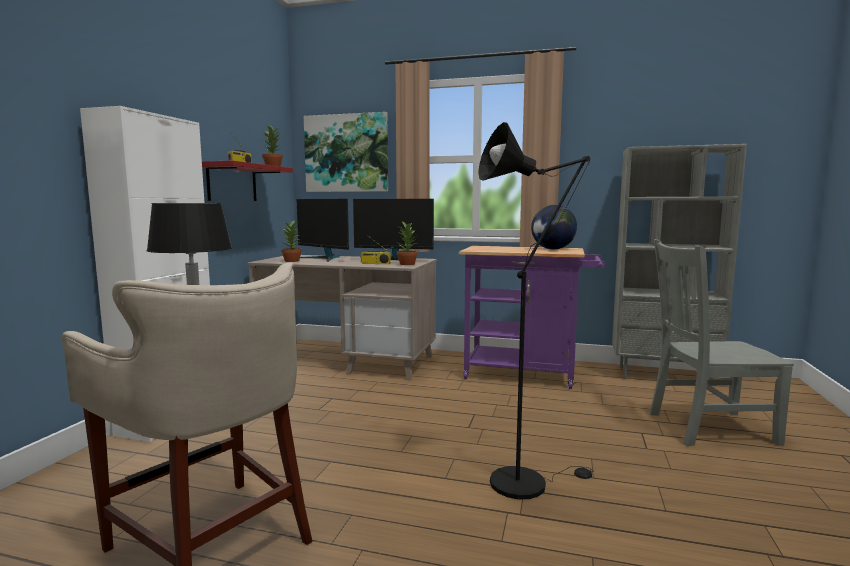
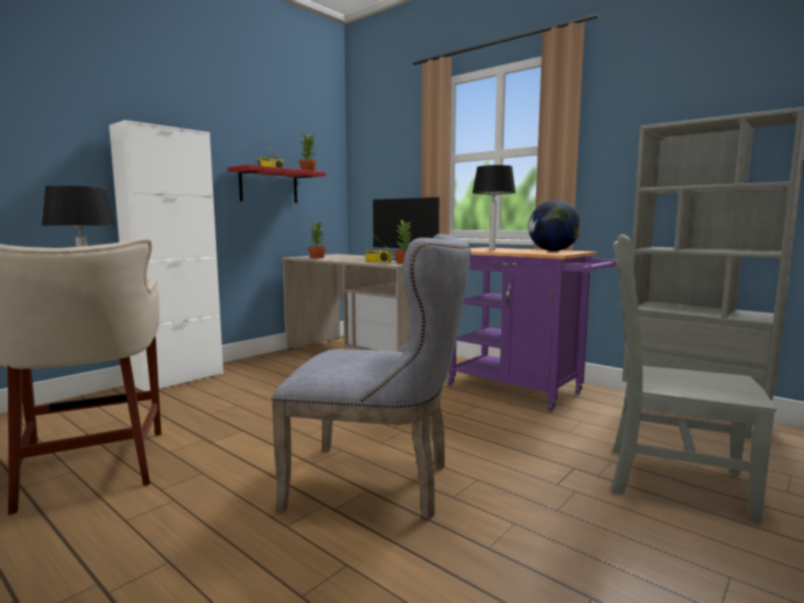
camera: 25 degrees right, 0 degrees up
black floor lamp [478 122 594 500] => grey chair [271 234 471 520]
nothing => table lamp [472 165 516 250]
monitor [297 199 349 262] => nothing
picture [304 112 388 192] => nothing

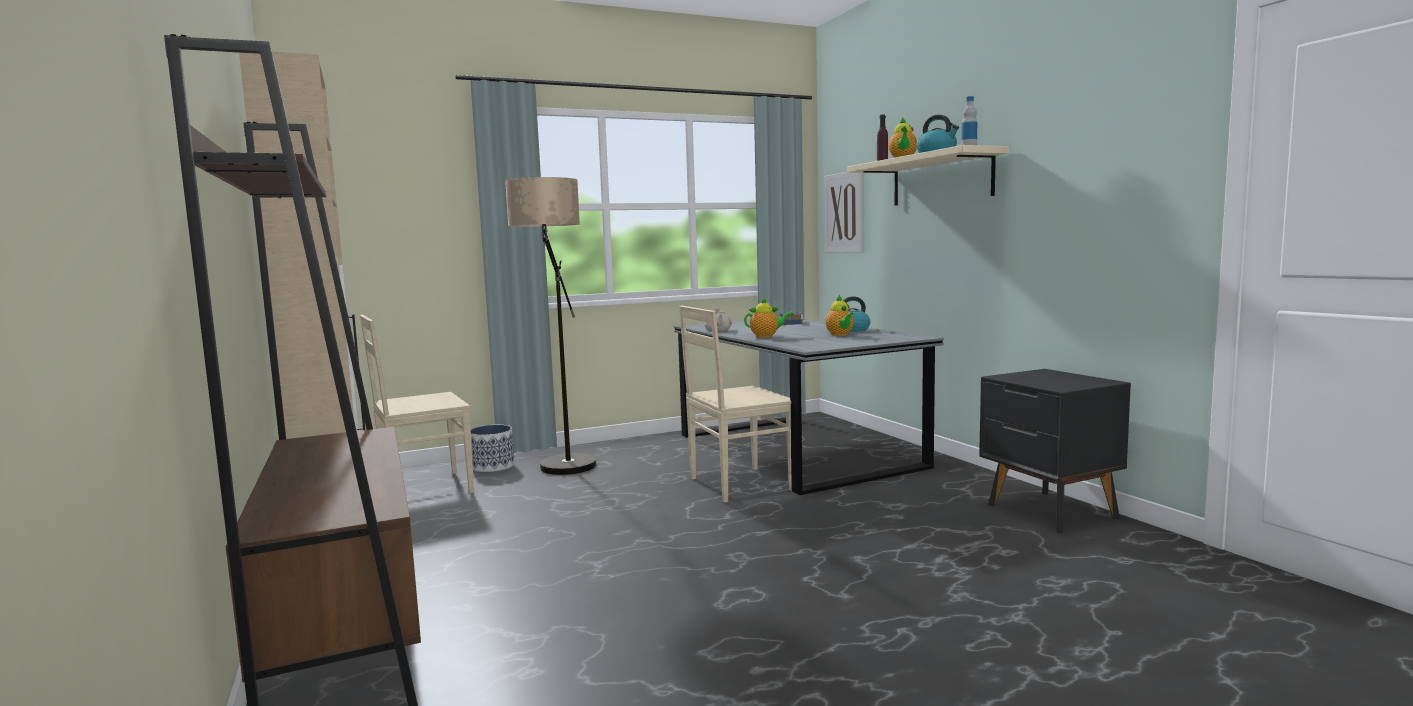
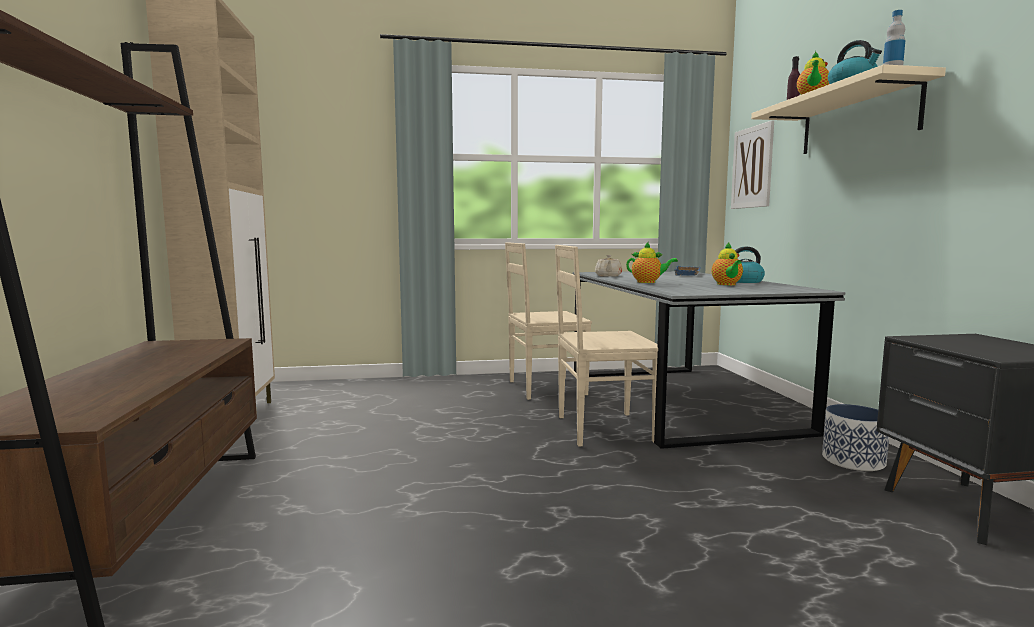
camera: 15 degrees right, 0 degrees up
beige chair [360 315 474 493] => beige chair [505 242 592 400], shifted
planter [471 425 514 472] => planter [822 404 889 471], shifted
floor lamp [505 177 596 475] => nothing

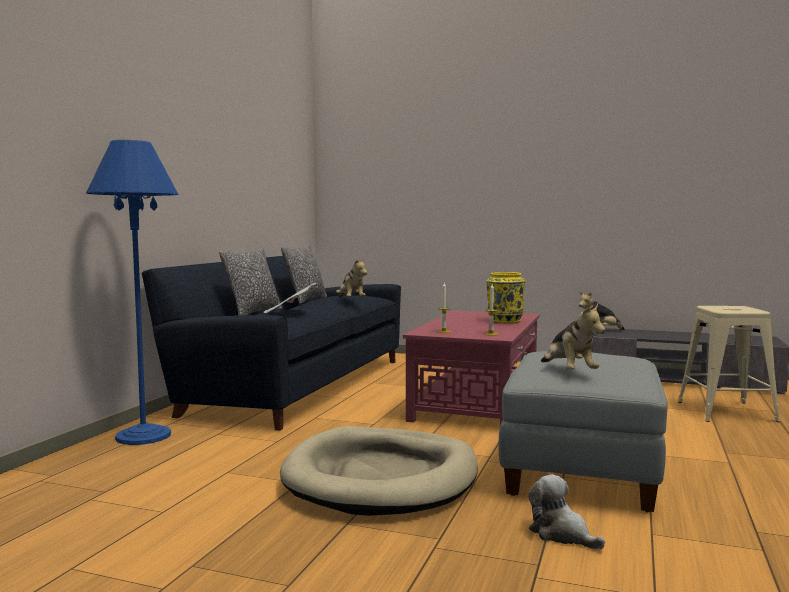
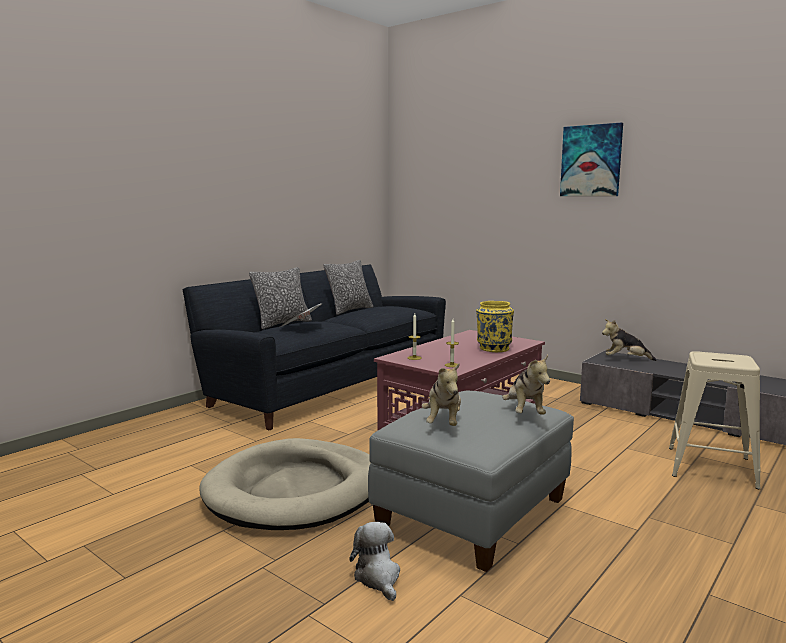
camera: 20 degrees right, 5 degrees up
plush toy [336 258 367 298] => plush toy [502 355 550 415], shifted
nothing => picture [560 122 623 196]
blue floor lamp [86 140 179 445] => nothing

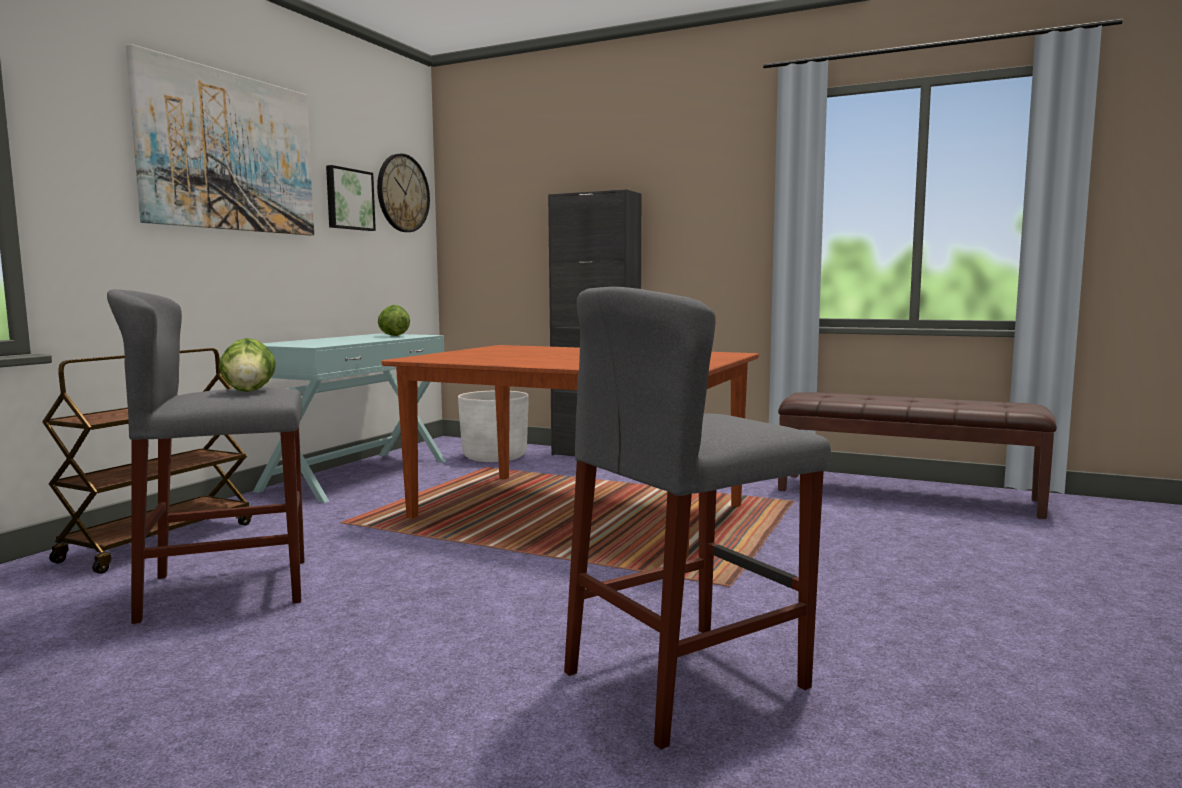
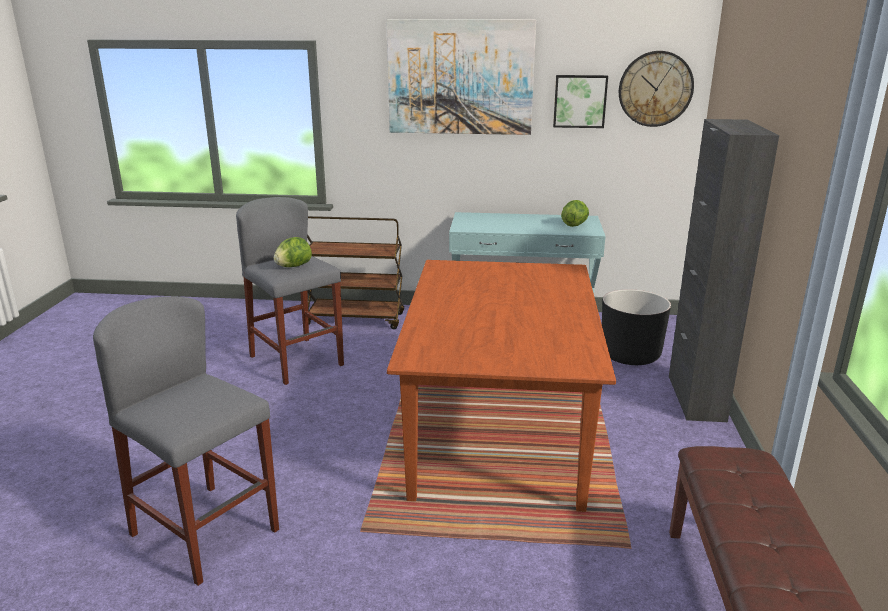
camera: 70 degrees right, 15 degrees up
white planter [458 391 529 462] => black planter [602 289 671 365]

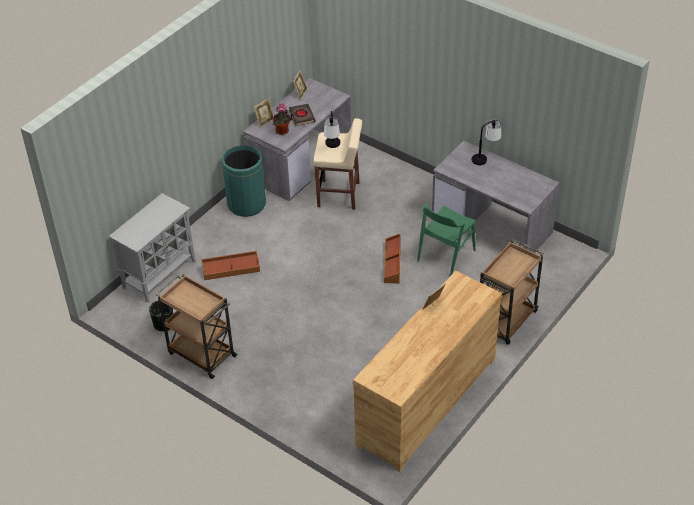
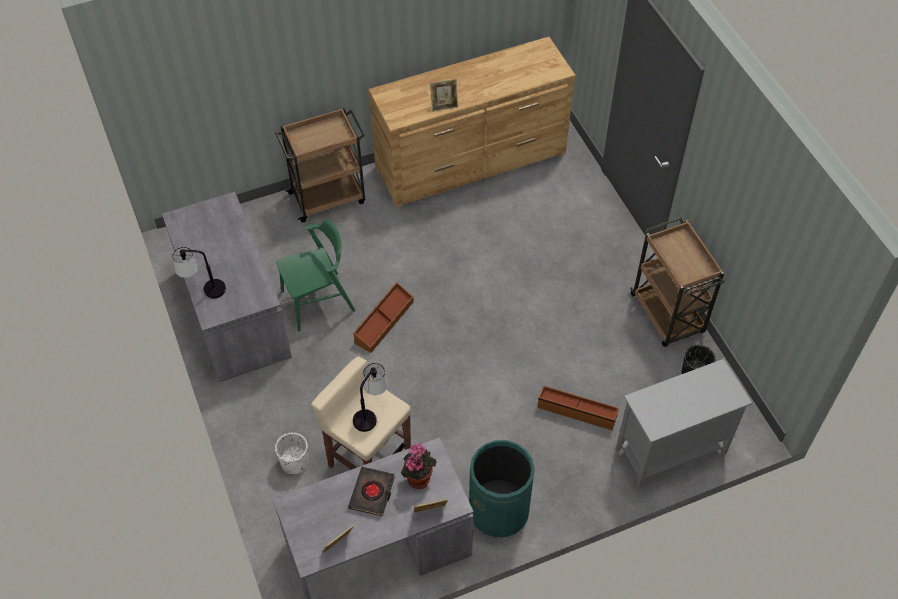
camera: 150 degrees left, 10 degrees up
nothing => white planter [275 433 309 475]

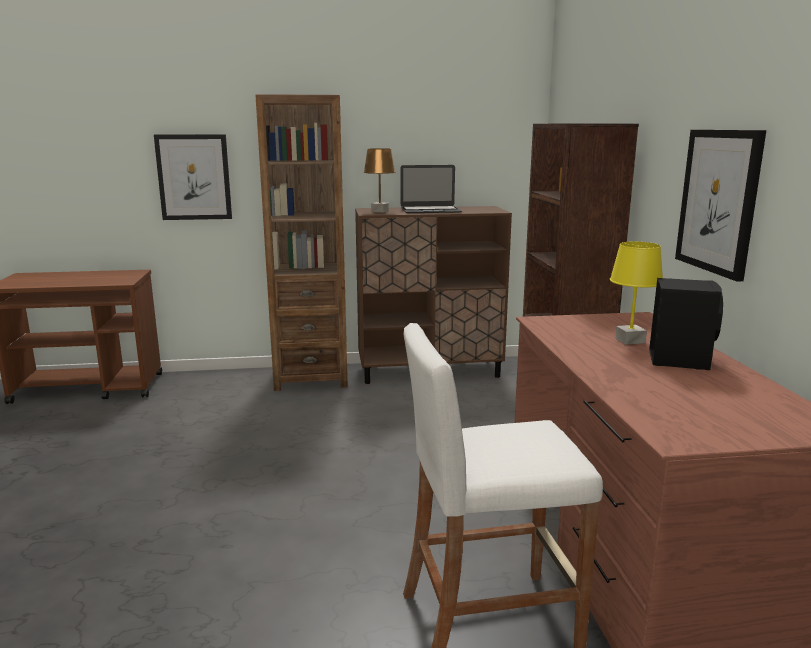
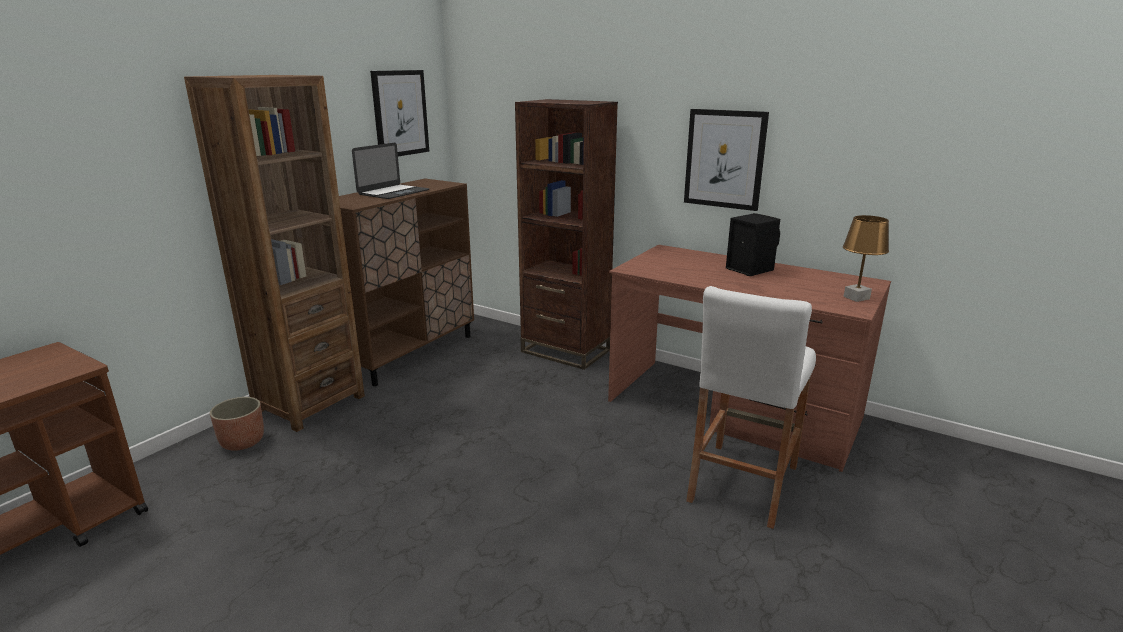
camera: 50 degrees left, 5 degrees up
nothing => planter [210 397 264 451]
picture [154 134 232 220] => picture [370 70 429 156], shifted
brown table lamp [364 148 395 213] => brown table lamp [843 215 889 302], shifted
yellow table lamp [610 242 663 345] => nothing

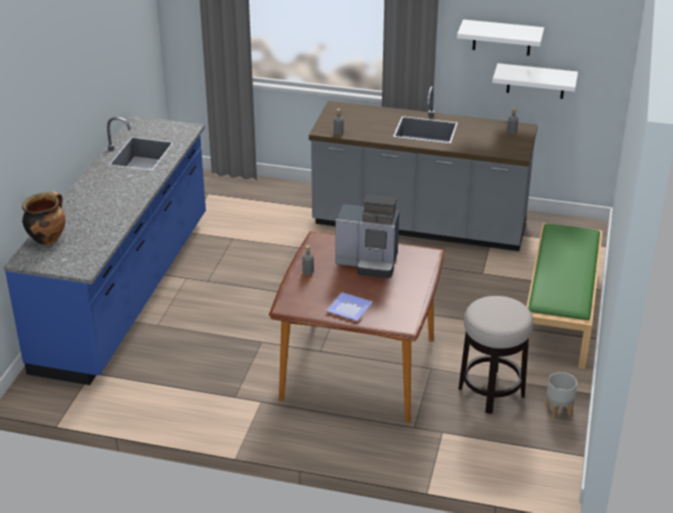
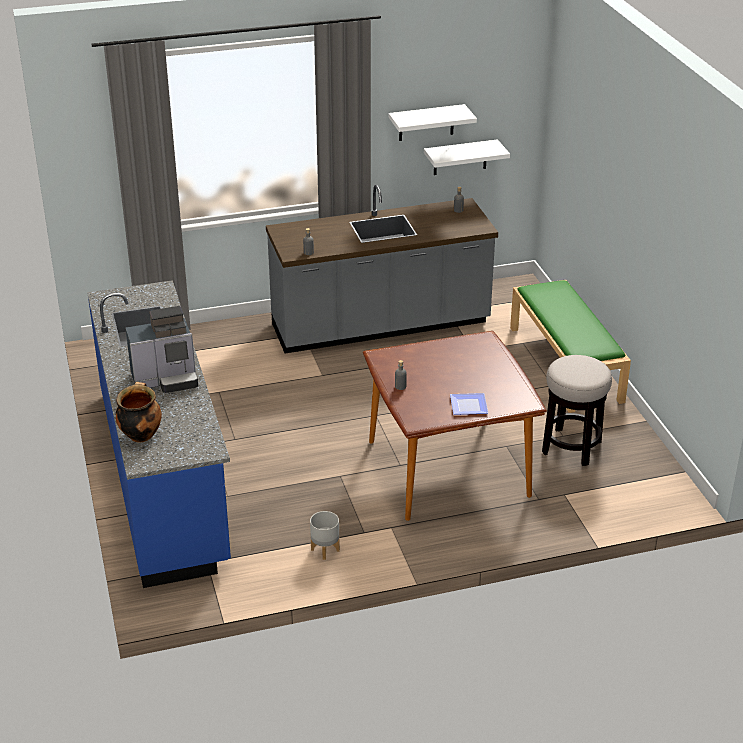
camera: 30 degrees left, 0 degrees up
coffee machine [335 194 399 278] => coffee machine [126 306 198 393], shifted
grey planter [545 372 577 419] => grey planter [310 511 340 560], shifted

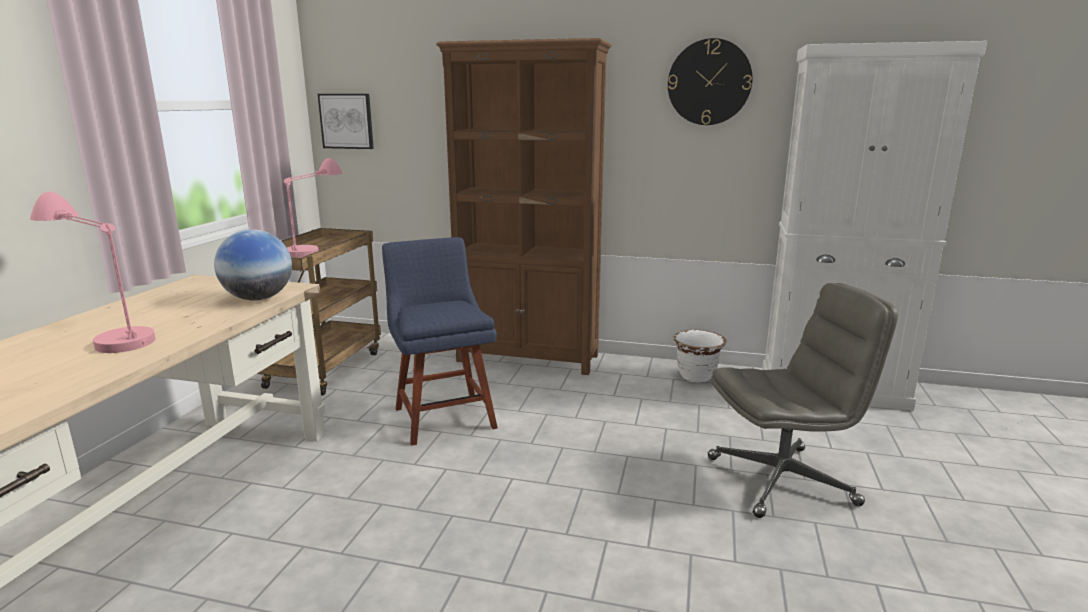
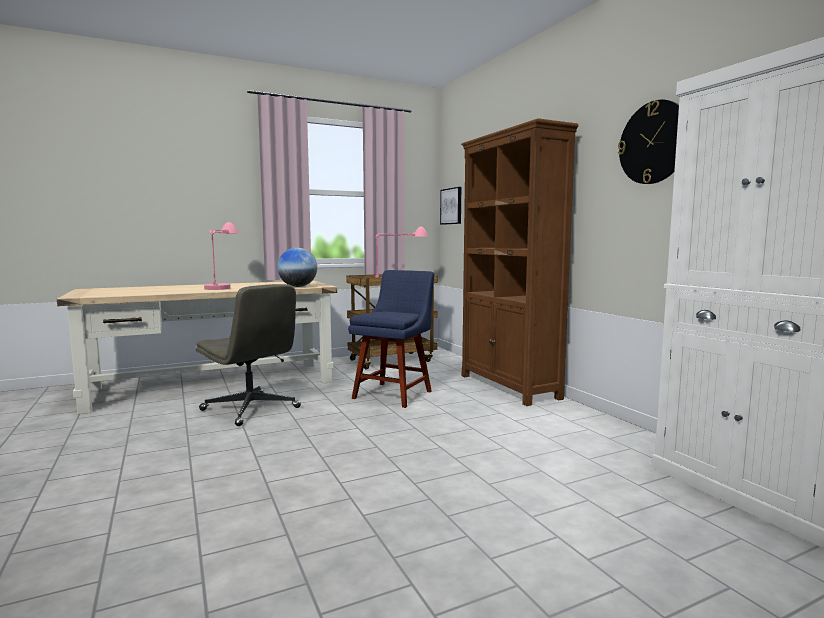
camera: 50 degrees right, 10 degrees down
grey office chair [708 283 898 518] => grey office chair [196 284 301 426], shifted
white planter [673 330 727 383] => nothing

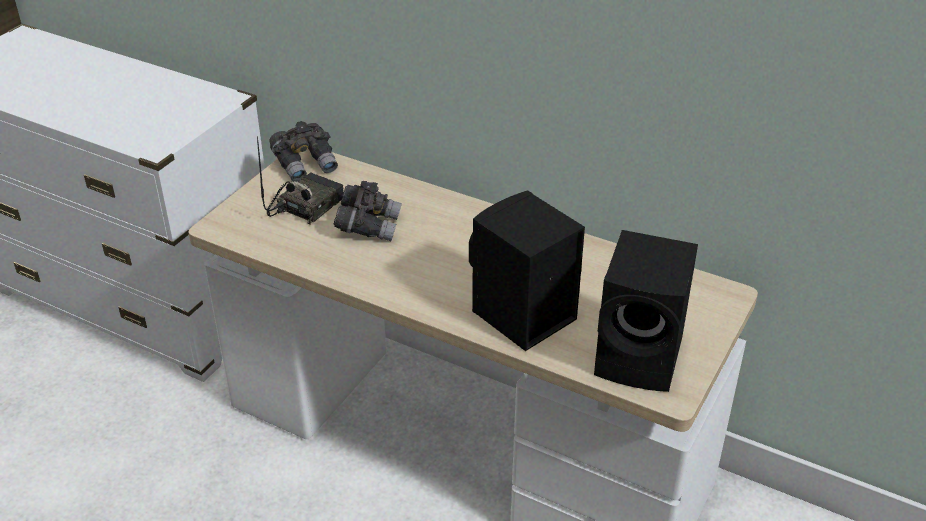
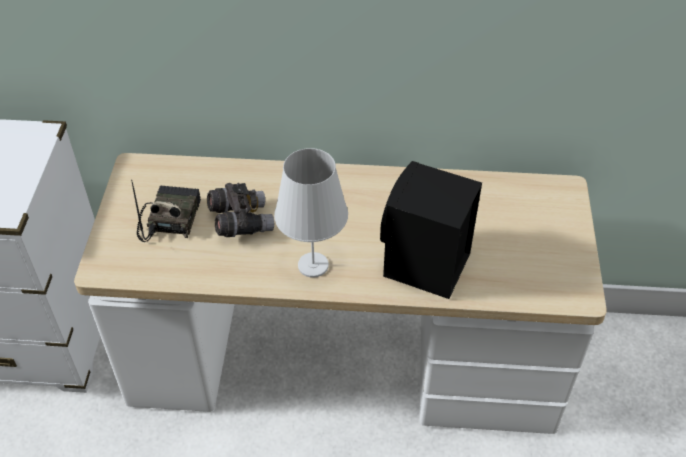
camera: 25 degrees left, 10 degrees up
nothing => white table lamp [274 148 348 278]
grey binoculars [269 121 338 182] => nothing
black speaker [594 230 698 392] => nothing

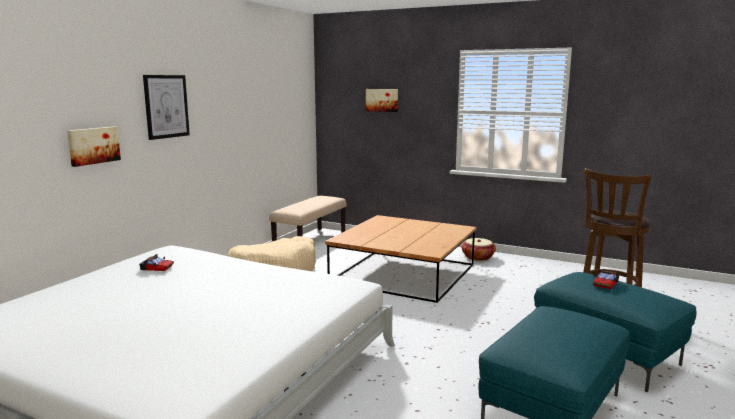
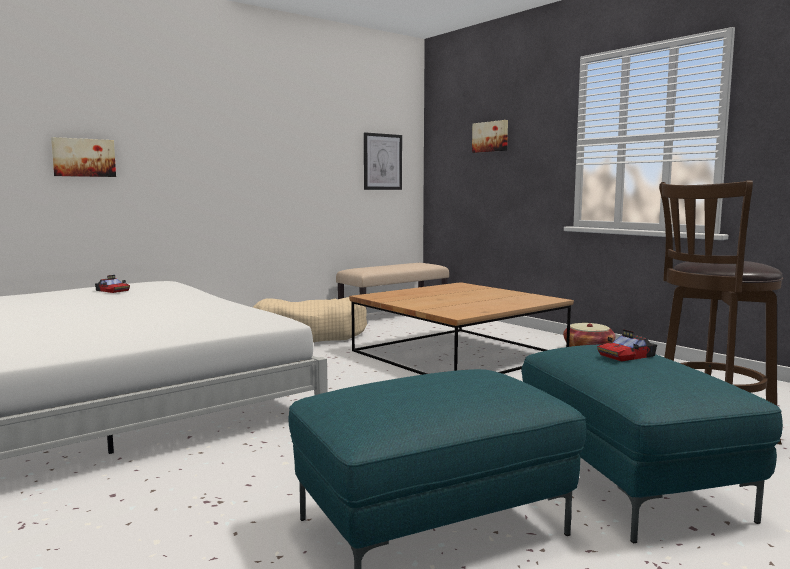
camera: 25 degrees right, 5 degrees down
picture [143 75 190 140] => picture [364 132 402 190], shifted

